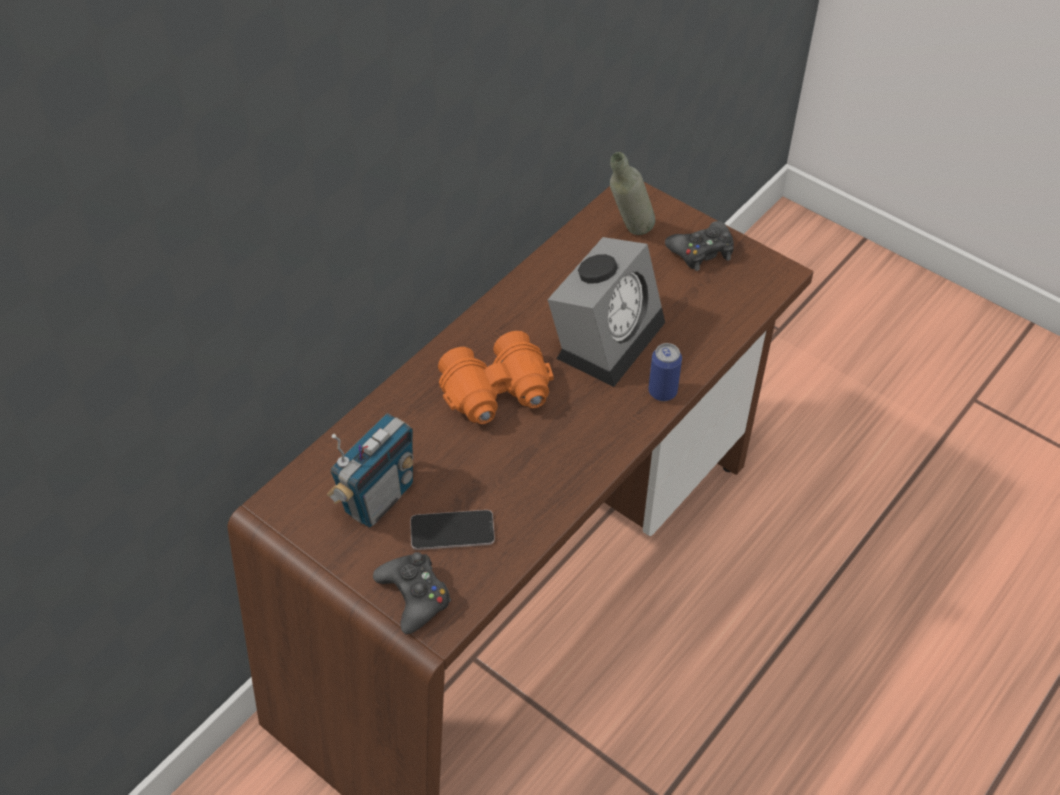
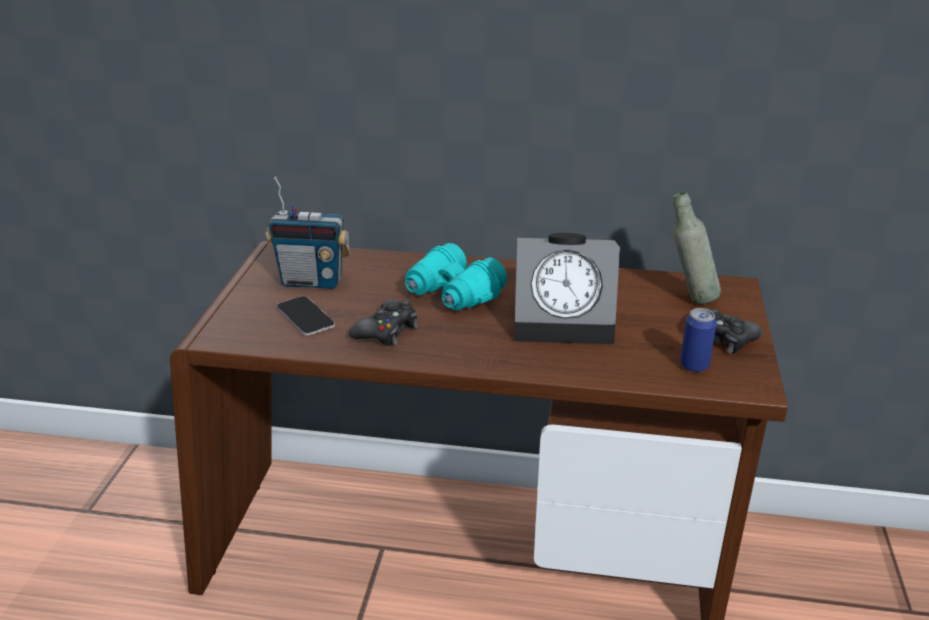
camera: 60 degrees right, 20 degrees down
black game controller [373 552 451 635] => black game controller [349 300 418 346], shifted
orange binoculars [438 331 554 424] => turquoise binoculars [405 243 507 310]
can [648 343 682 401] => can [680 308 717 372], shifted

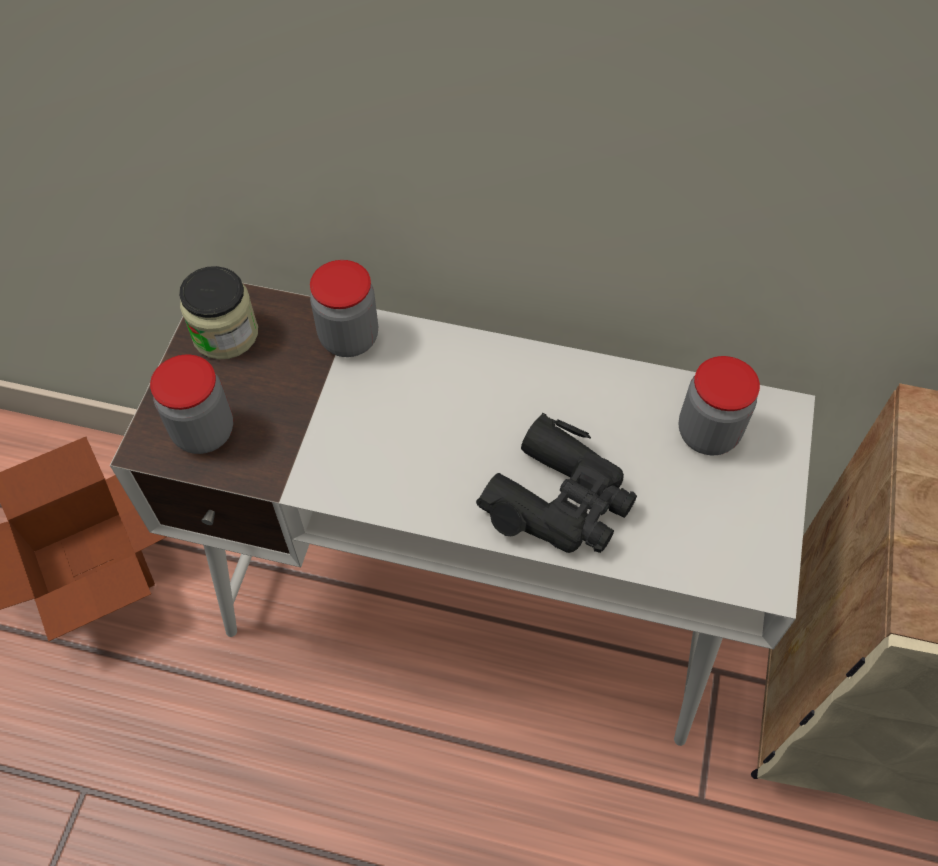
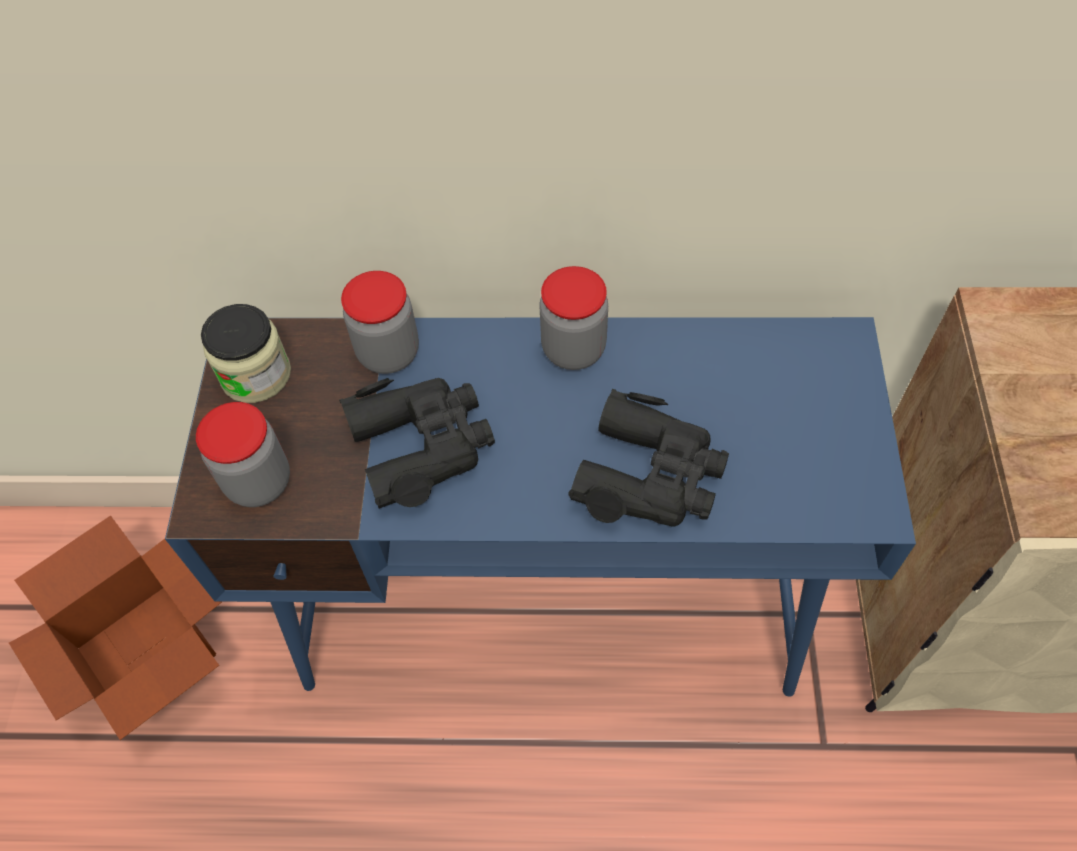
camera: 10 degrees left, 0 degrees up
white desk [110 283 815 746] => blue desk [165 317 916 697]
nothing => black binoculars [339 378 495 508]
jar [678 356 760 455] => jar [539 266 608 370], shifted

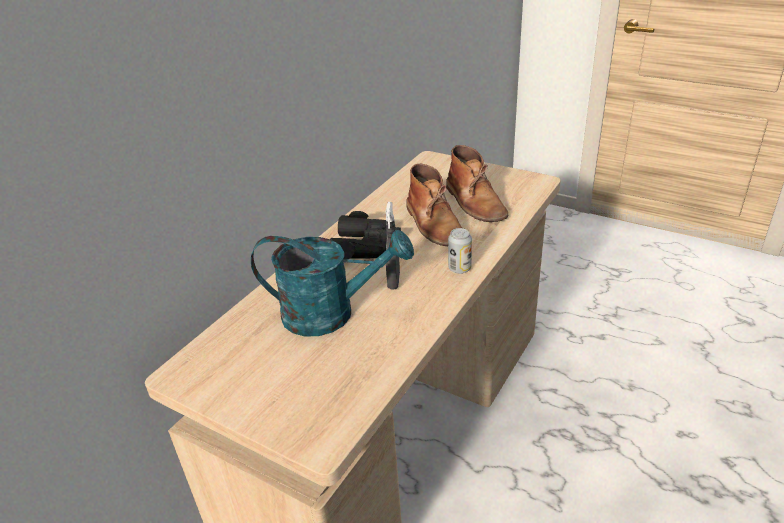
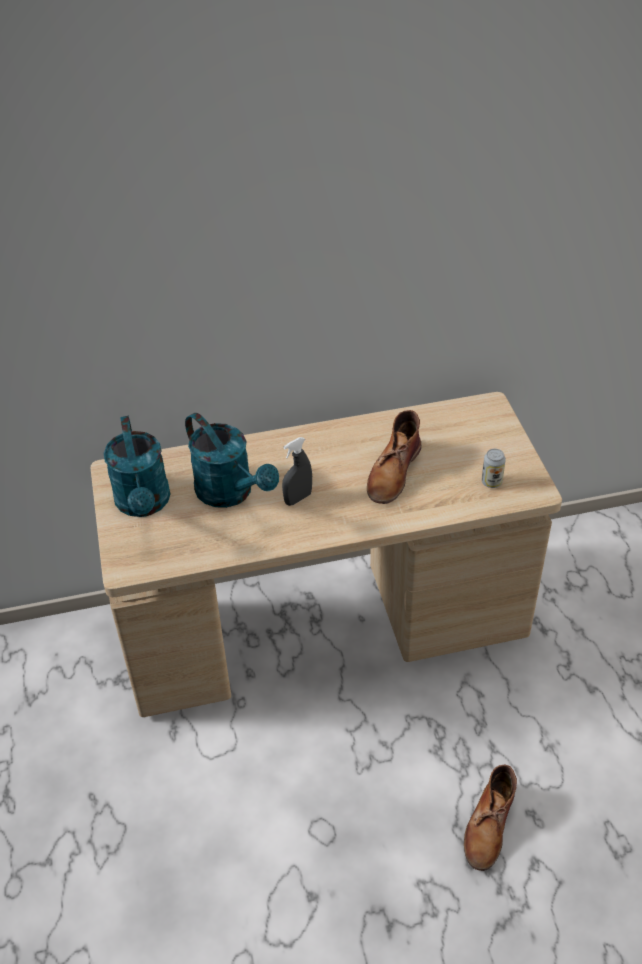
camera: 45 degrees right, 10 degrees up
nothing => turquoise watering can [104 416 170 517]
brown boot [446 145 508 222] => brown boot [464 764 517 871], shifted
can [448 228 472 274] => can [482 449 506 488], shifted
black binoculars [330 211 401 259] => nothing

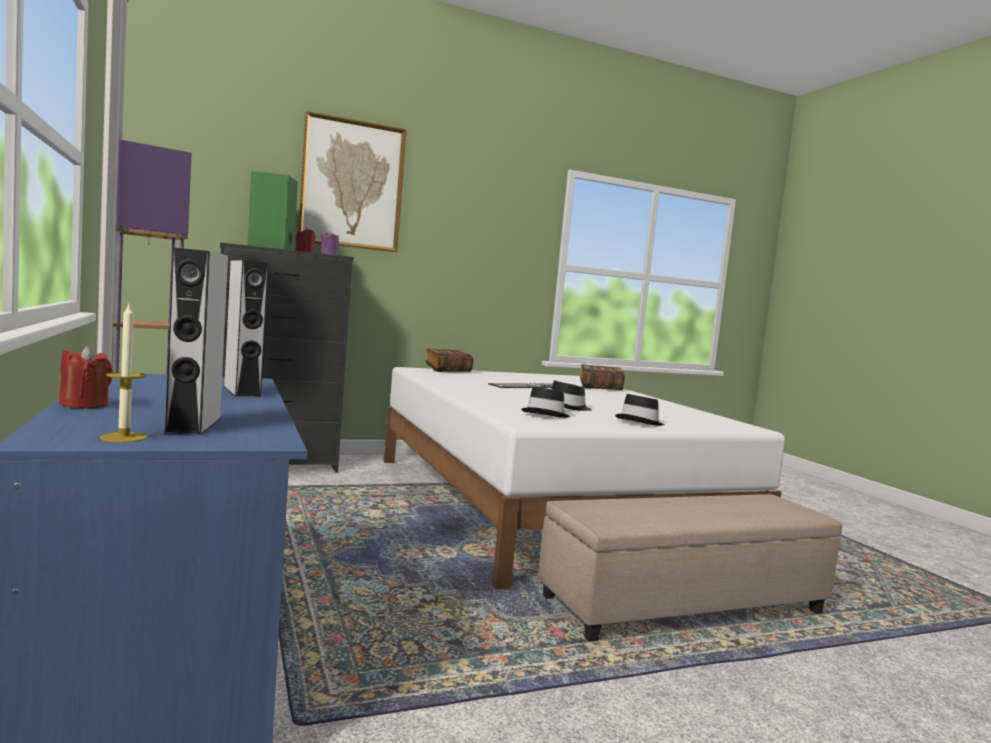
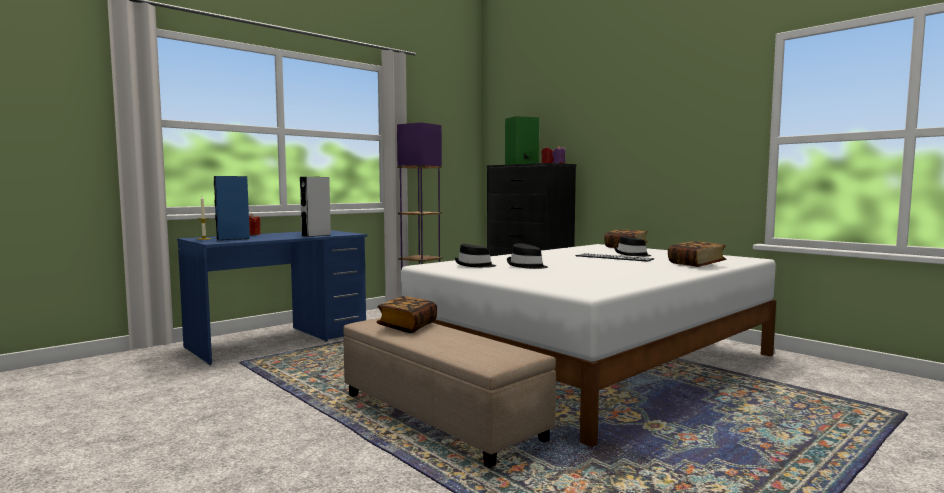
camera: 70 degrees right, 0 degrees up
grey speaker [164 248 228 435] => blue speaker [214 176 250 240]
nothing => book [377 296 437 333]
black hat [615 394 664 426] => black hat [614 236 652 257], shifted
picture [298 111 407 252] => nothing

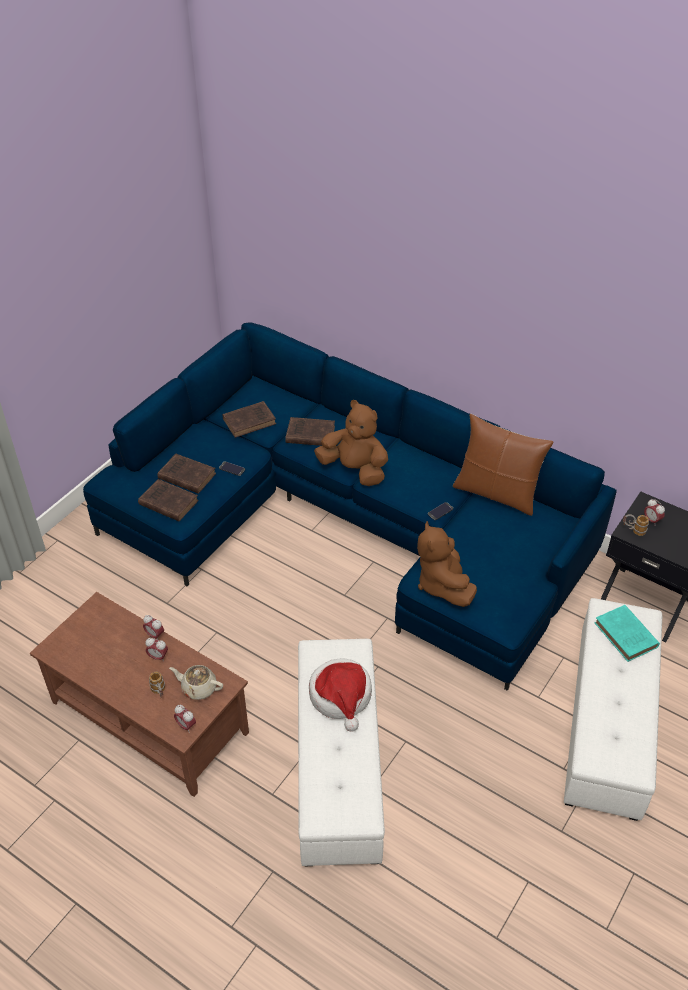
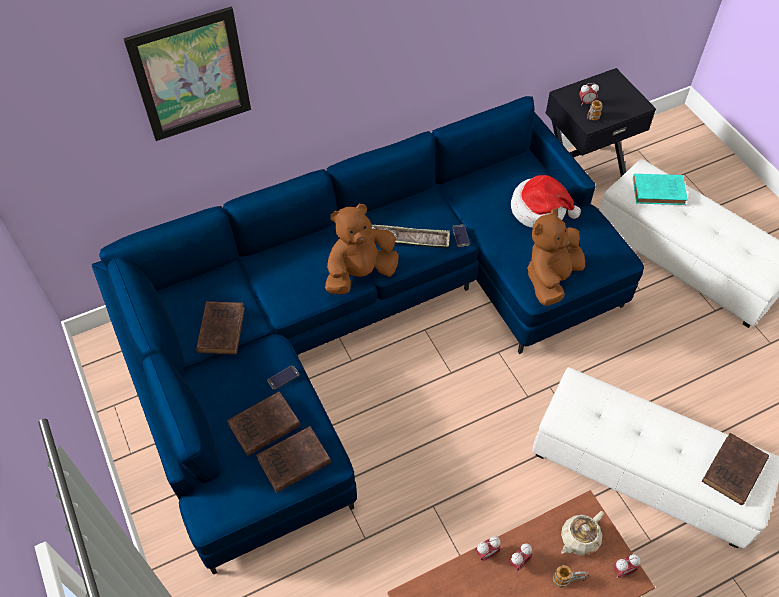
camera: 60 degrees left, 10 degrees up
nothing => picture [123 6 251 141]
nothing => tray [371 225 450 249]
hat [309 658 372 732] => hat [511 175 581 228], shifted
brown plush toy [417 521 477 607] => brown plush toy [527 208 585 306], 105 degrees clockwise
brown book [285 417 335 446] => brown book [702 433 769 505], shifted
brown pillow [453 414 553 516] => nothing

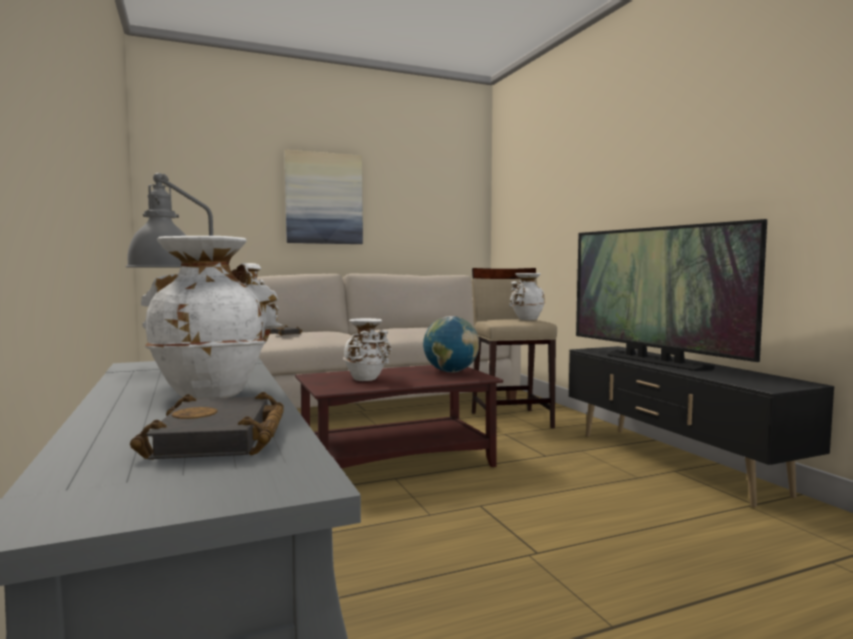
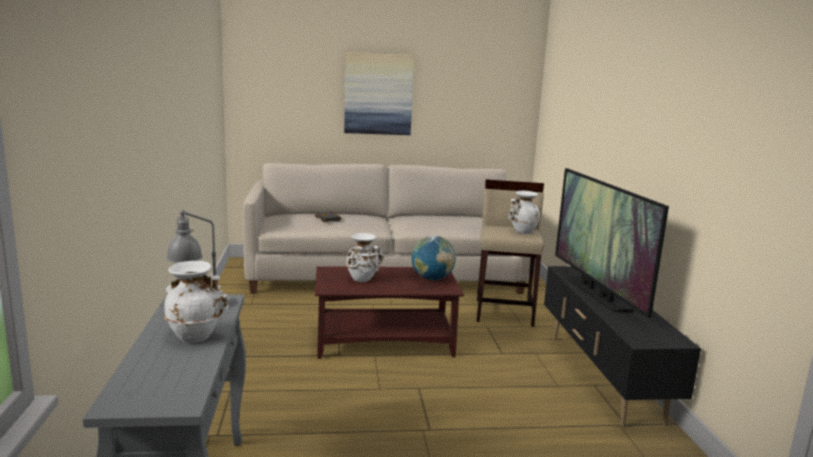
camera: 15 degrees right, 10 degrees up
black book [130 392 284 460] => nothing

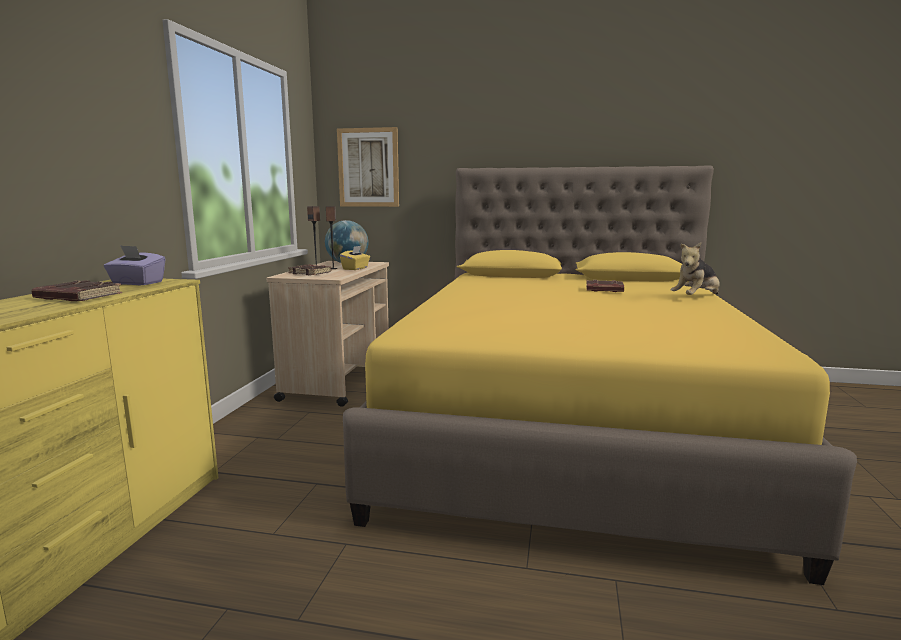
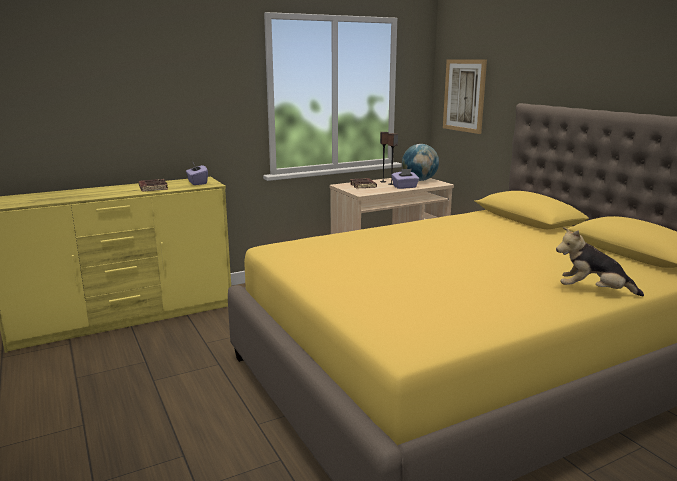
camera: 50 degrees right, 5 degrees up
yellow tissue box [340 246 370 270] => purple tissue box [391 169 419 189]
brown book [586 280 624 292] => nothing

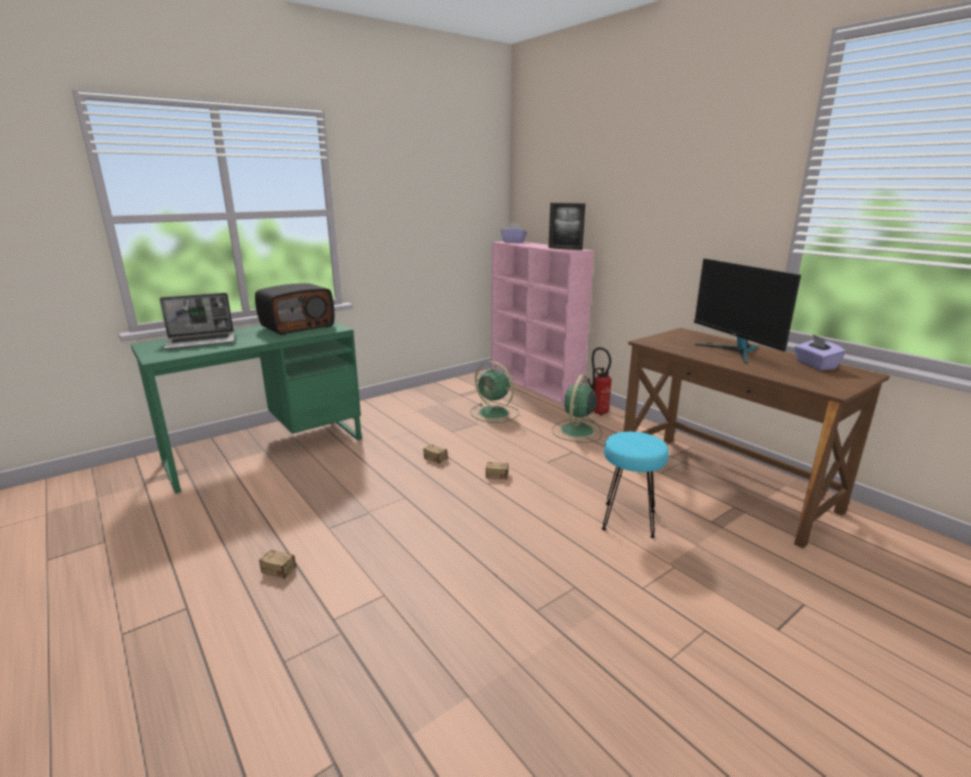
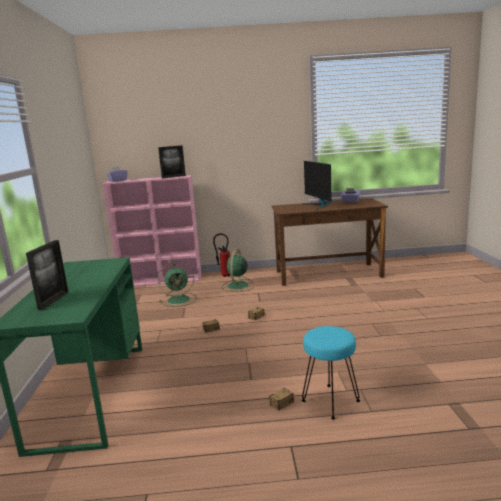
camera: 55 degrees left, 5 degrees down
laptop [160 293 235 350] => picture frame [26 240 69 310]
green fan [552 375 602 443] => green fan [224 249 254 292], 45 degrees clockwise
monitor [694 258 801 364] => monitor [302 161 332 209], 60 degrees clockwise
turquoise stool [602 432 669 538] => turquoise stool [302 326 360 420], shifted
radio [255 283 334 335] => nothing

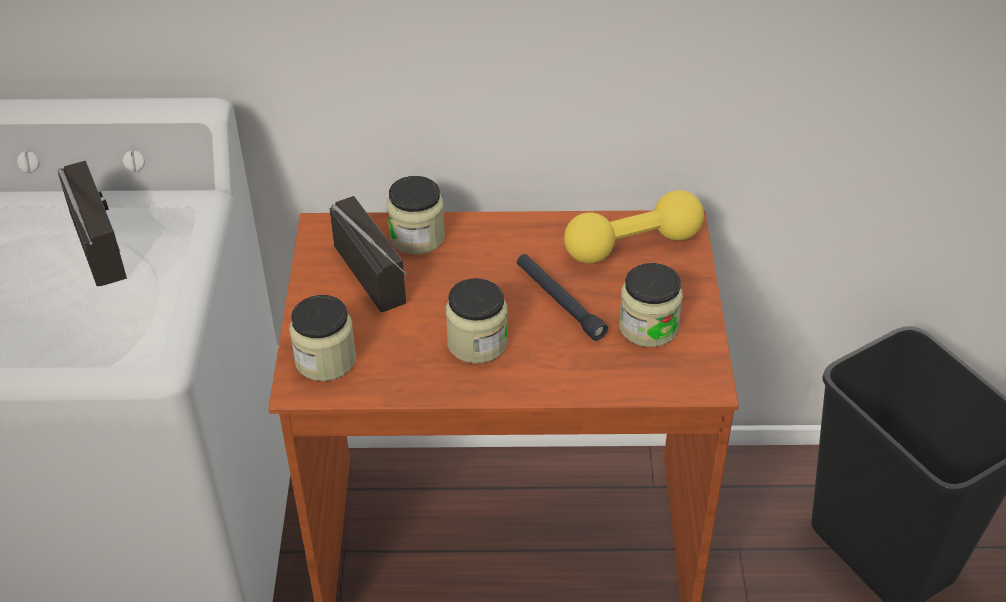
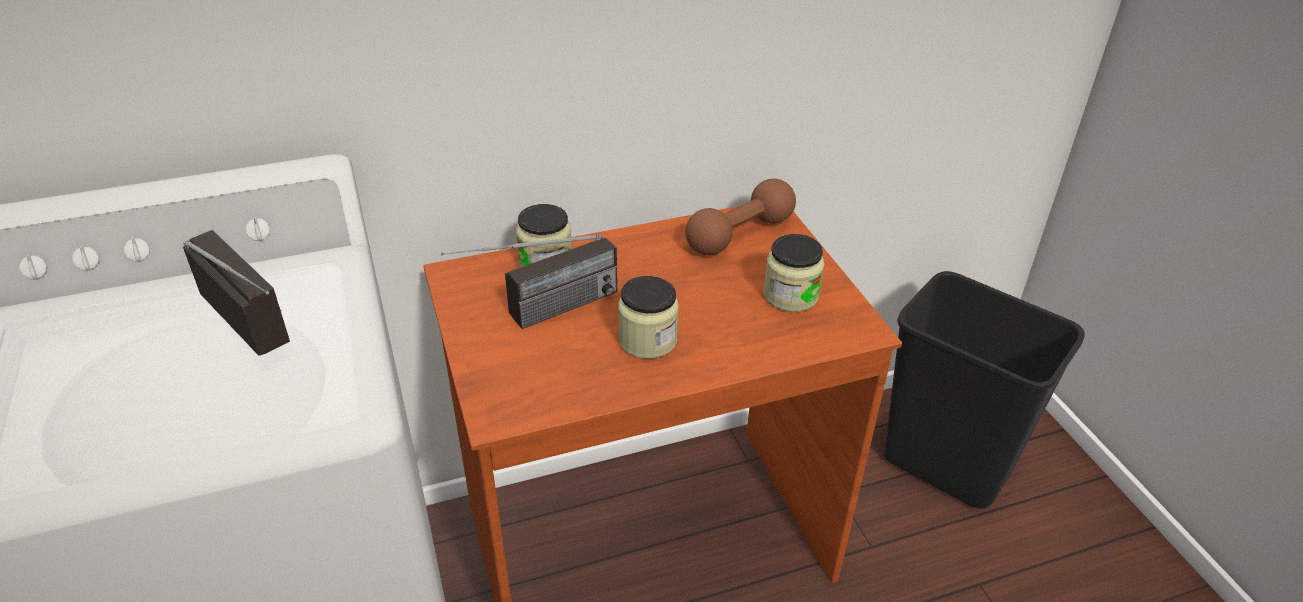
camera: 20 degrees left, 5 degrees down
radio [329 196 407 312] => radio [441 234 617 329], 105 degrees clockwise
yellow dumbbell [564 190 704 263] => brown dumbbell [686 178 796 255]
jar [289 295 356 381] => nothing
black flashlight [517 254 608 341] => nothing

